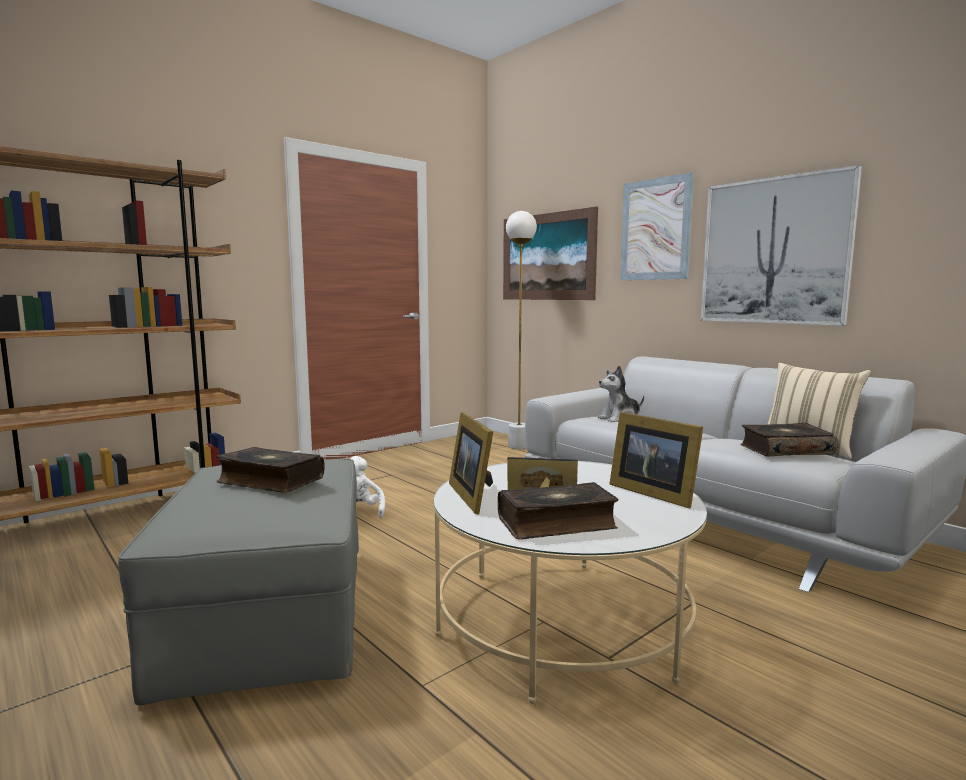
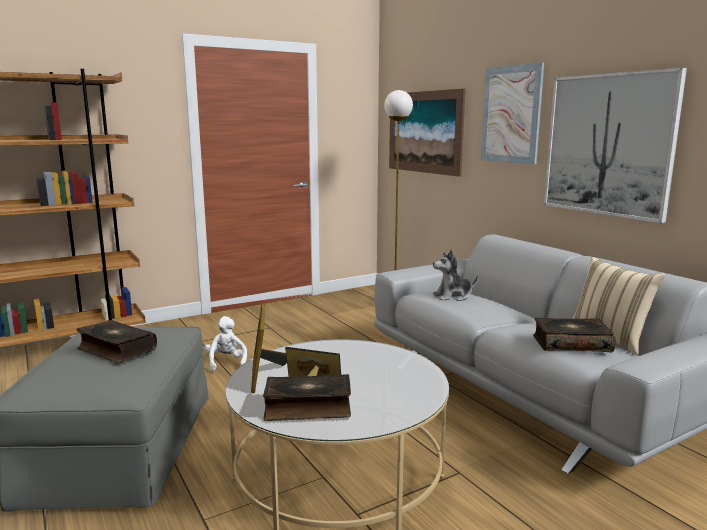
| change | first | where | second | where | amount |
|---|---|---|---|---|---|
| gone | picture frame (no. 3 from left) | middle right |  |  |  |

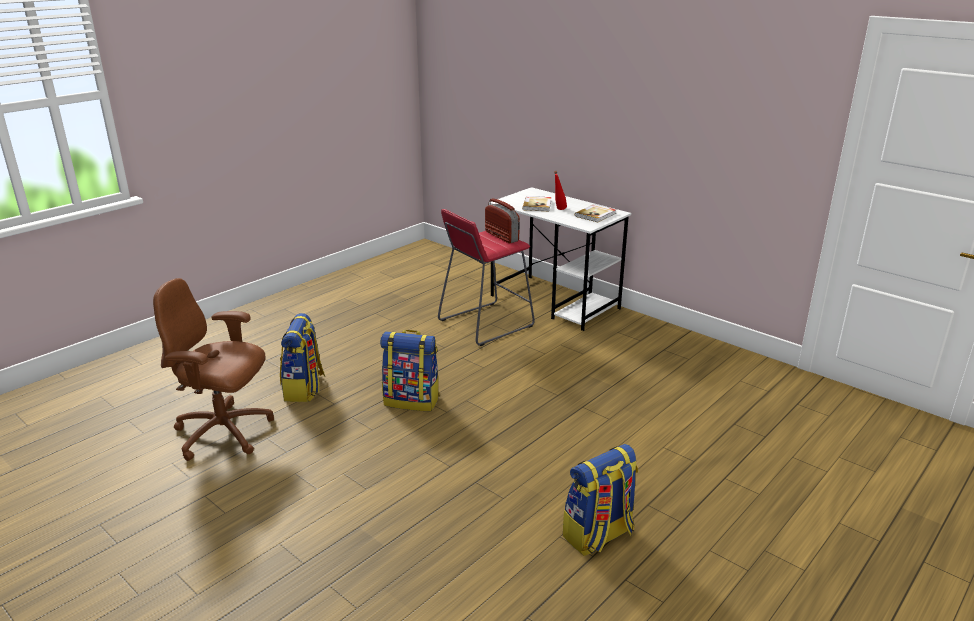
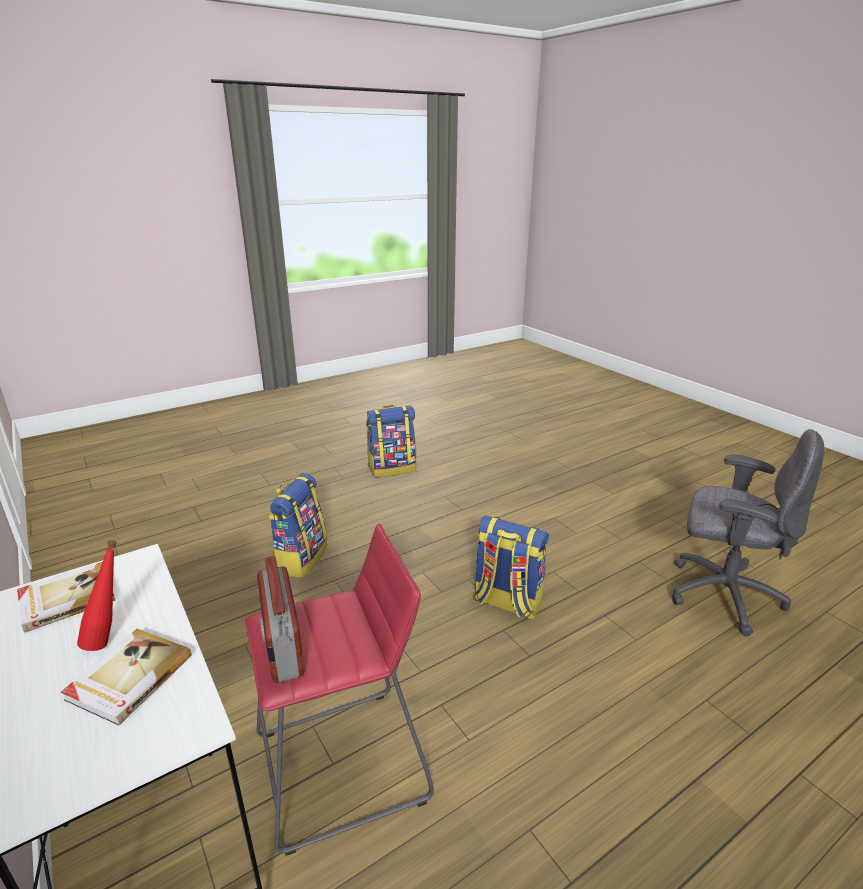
| change | first | where | second | where | amount |
|---|---|---|---|---|---|
| shifted | backpack (no. 1 from left) | middle left |  | centre |  |
| repainted | brown office chair | middle left | grey office chair | middle right |  |

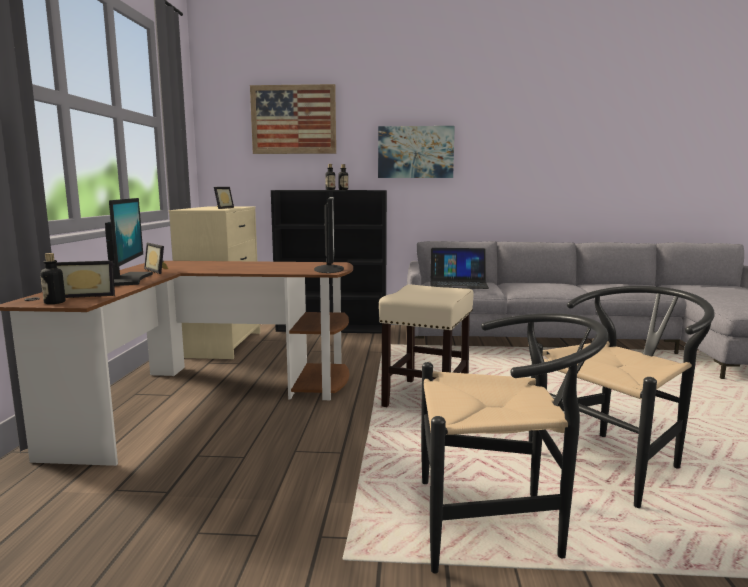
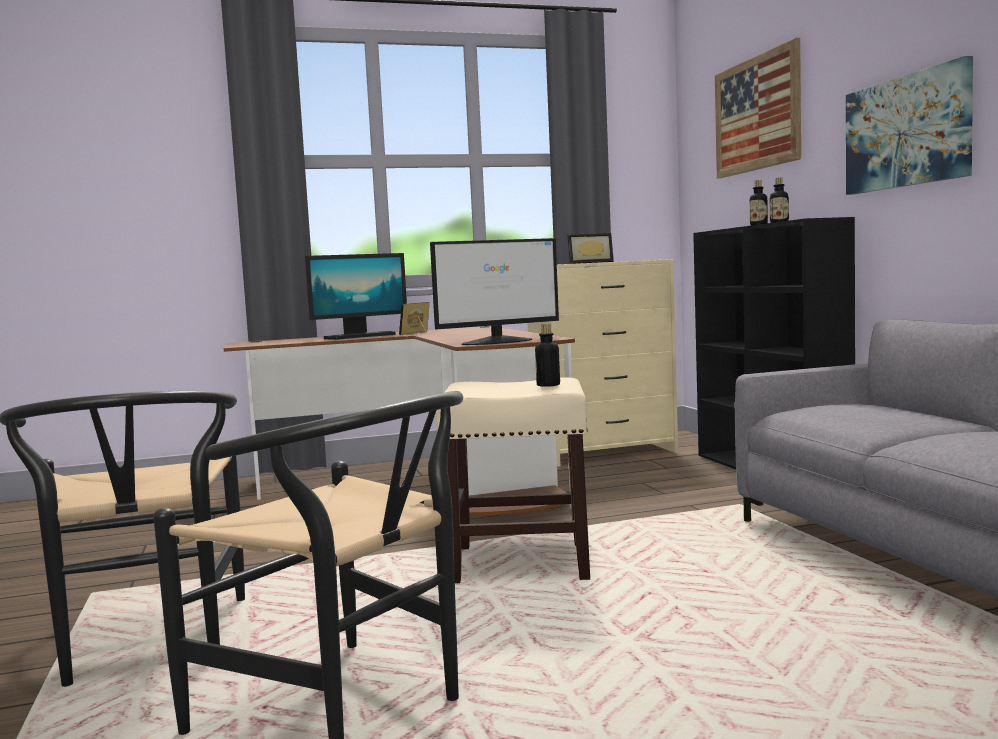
| change | first | where | second | where | amount |
|---|---|---|---|---|---|
| gone | picture frame (no. 1 from left) | middle left |  |  |  |
| gone | laptop | centre |  |  |  |
| shifted | bottle (no. 1 from left) | middle left |  | centre |  |

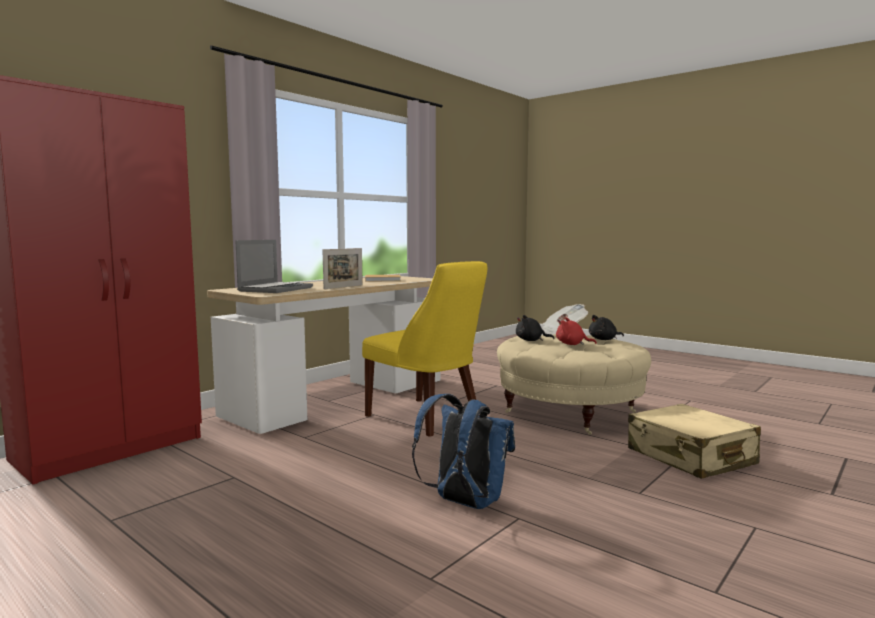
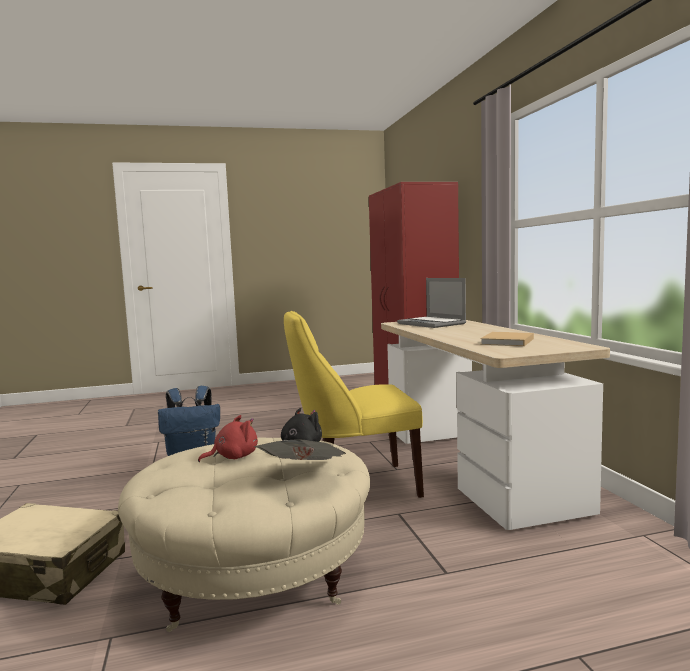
| change | first | where | second | where | amount |
|---|---|---|---|---|---|
| gone | picture frame | centre |  |  |  |
| gone | black plush toy (no. 2 from left) | middle right |  |  |  |

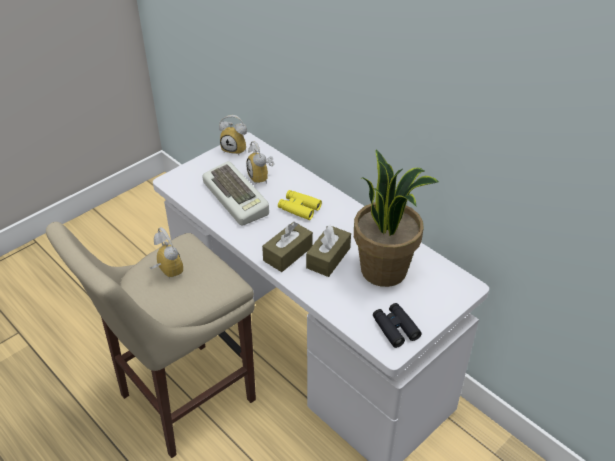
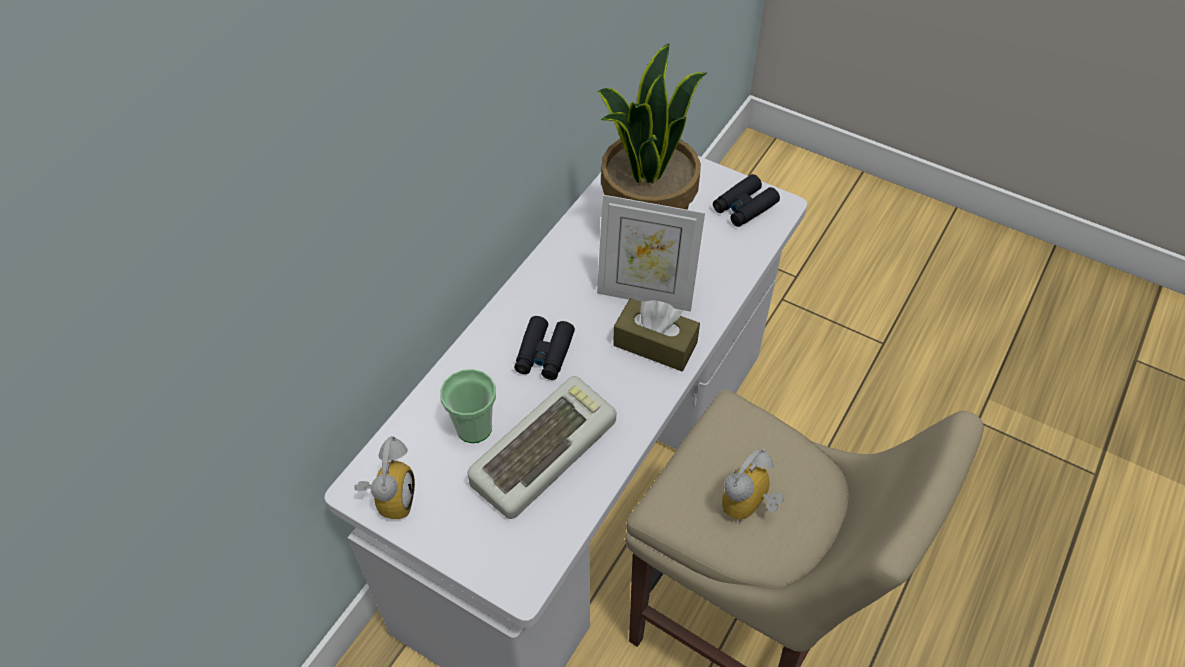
| change | first | where | second | where | amount |
|---|---|---|---|---|---|
| swapped | alarm clock (no. 3 from left) | centre | cup | centre |  |
| swapped | brown tissue box (no. 2 from left) | centre | picture frame | centre |  |
| repainted | yellow binoculars | centre | black binoculars (no. 1 from left) | centre |  |

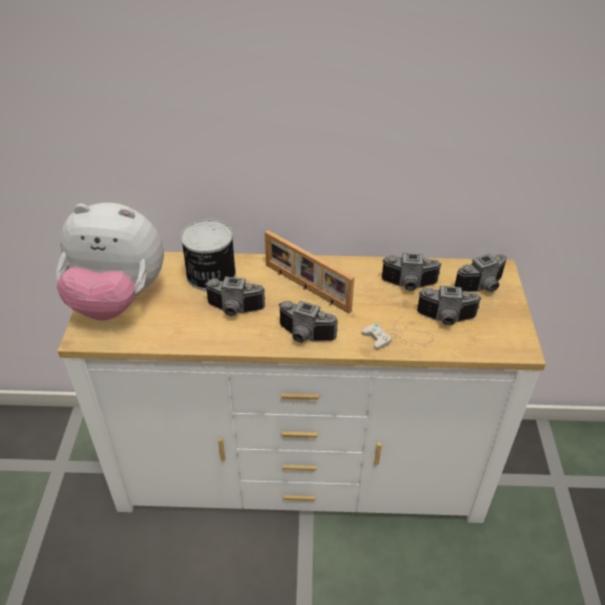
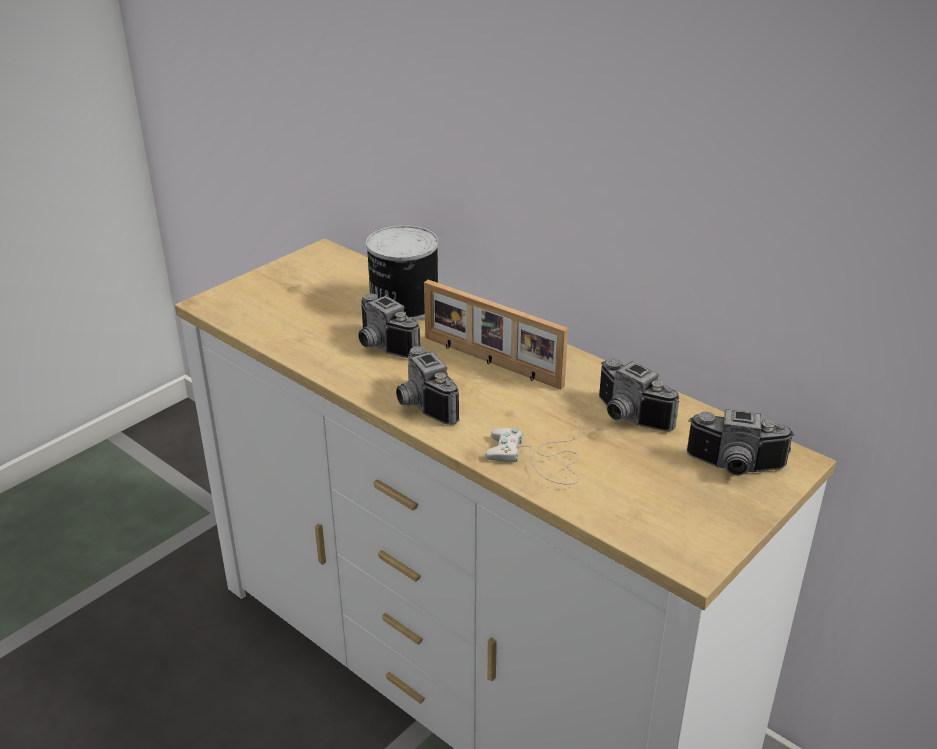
| change | first | where | second | where | amount |
|---|---|---|---|---|---|
| gone | plush toy | middle left |  |  |  |
| gone | photo camera (no. 4 from left) | middle right |  |  |  |
| rotated | picture frame | centre |  | centre | 45 degrees counterclockwise |

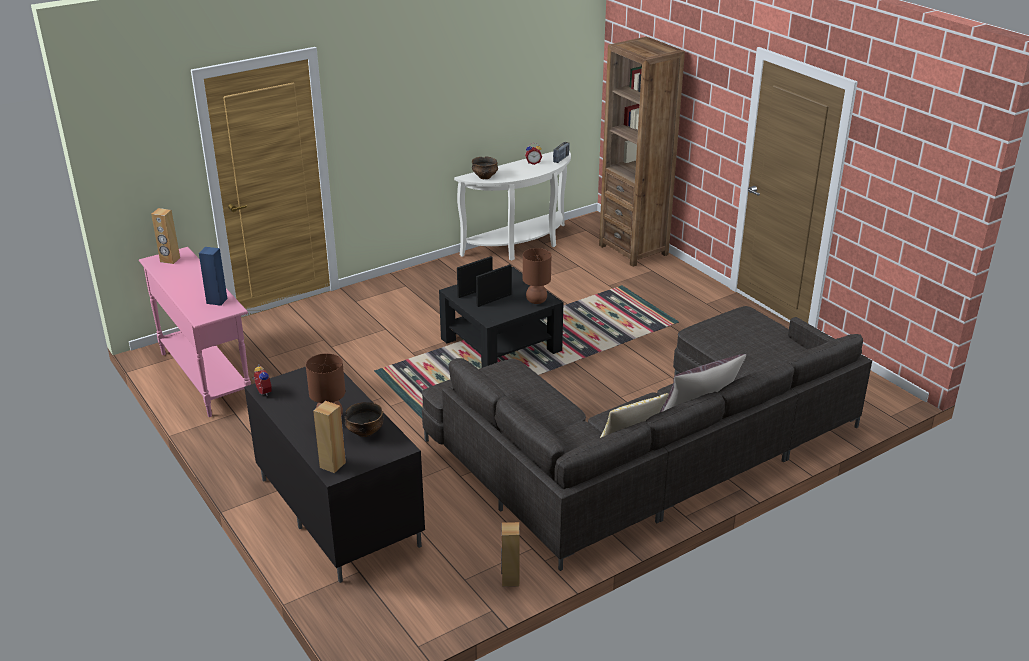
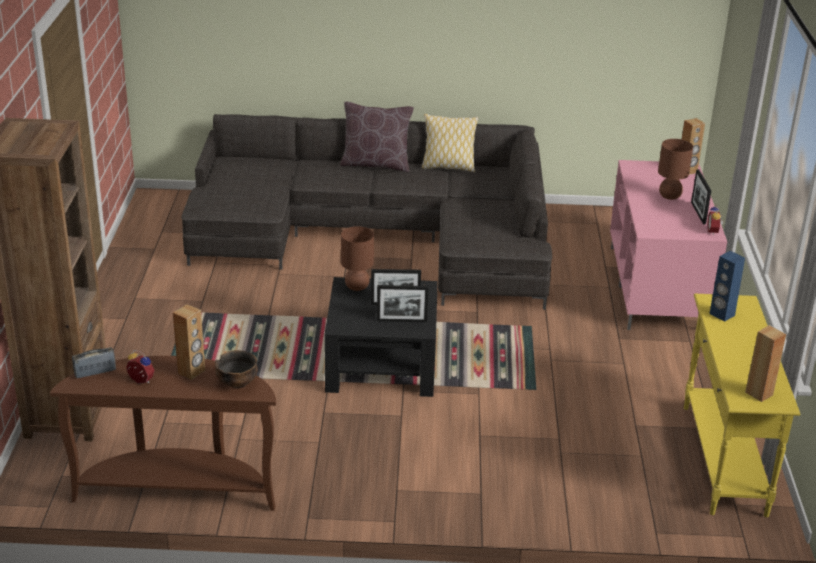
| change | first | where | second | where | amount |
|---|---|---|---|---|---|
| gone | bowl (no. 1 from left) | centre |  |  |  |
| new |  |  | picture frame (no. 3 from left) | middle right |  |
| shifted | brown speaker (no. 3 from left in the first image) | bottom centre | brown speaker (no. 1 from left) | middle left |  |
| repainted | pink console table | middle left | yellow console table | bottom right |  |
| repainted | black tv stand | bottom left | pink tv stand | middle right |  |
| repainted | white console table | top centre | brown console table | bottom left |  |

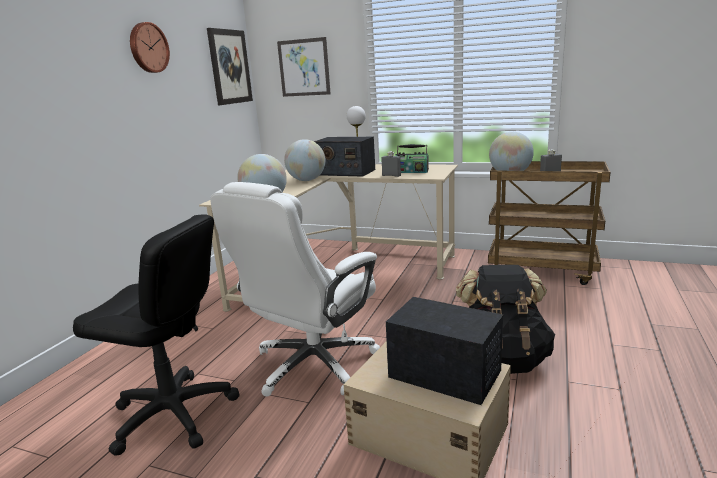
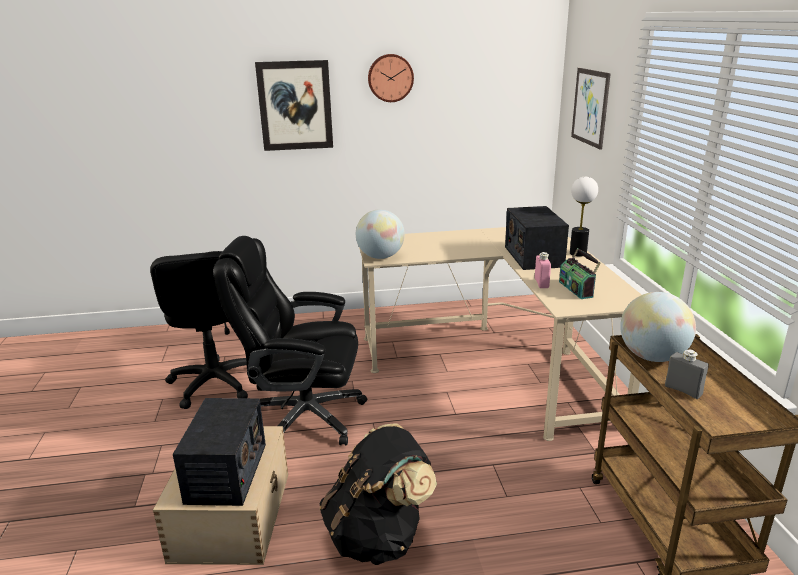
| change | first | where | second | where | amount |
|---|---|---|---|---|---|
| gone | globe (no. 2 from left) | centre |  |  |  |
| shifted | picture (no. 1 from left) | top left |  | top centre |  |
| repainted | white office chair | centre | black office chair (no. 2 from left) | centre |  |
| repainted | grey bottle (no. 1 from left) | centre | pink bottle | middle right |  |

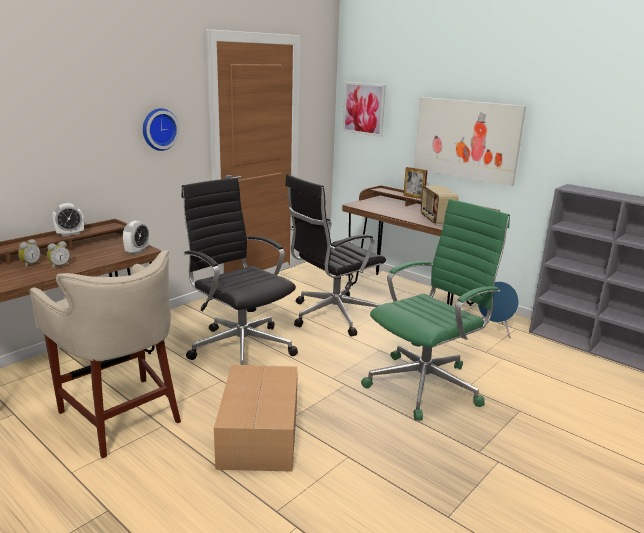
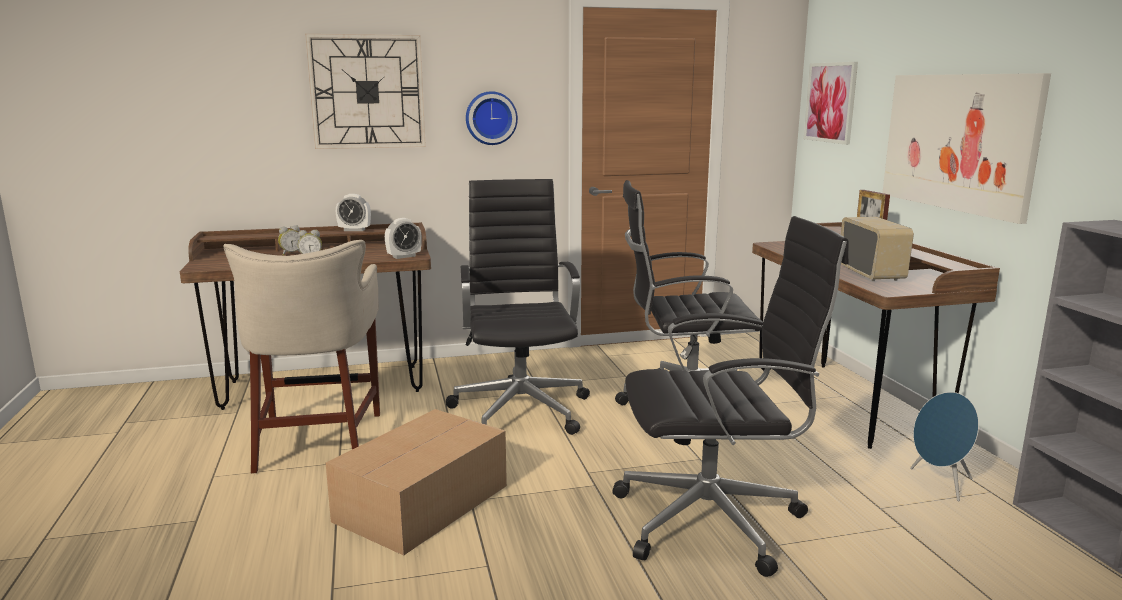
| change | first | where | second | where | amount |
|---|---|---|---|---|---|
| new |  |  | wall clock (no. 1 from left) | top left |  |
| repainted | green office chair | middle right | black office chair (no. 3 from left) | centre |  |
| rotated | radio | middle right |  | middle right | 150 degrees clockwise |

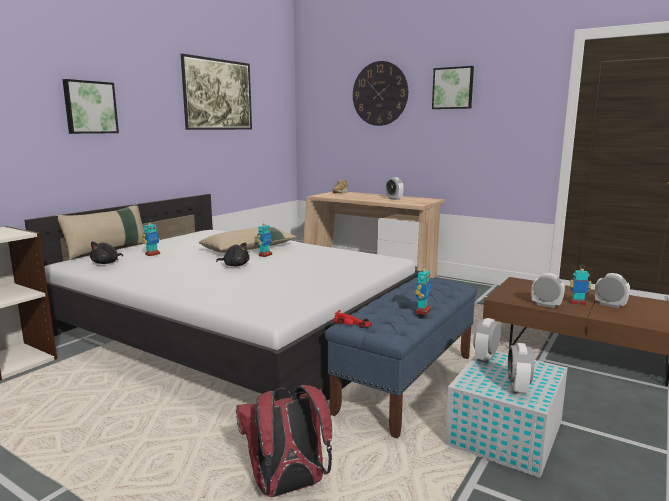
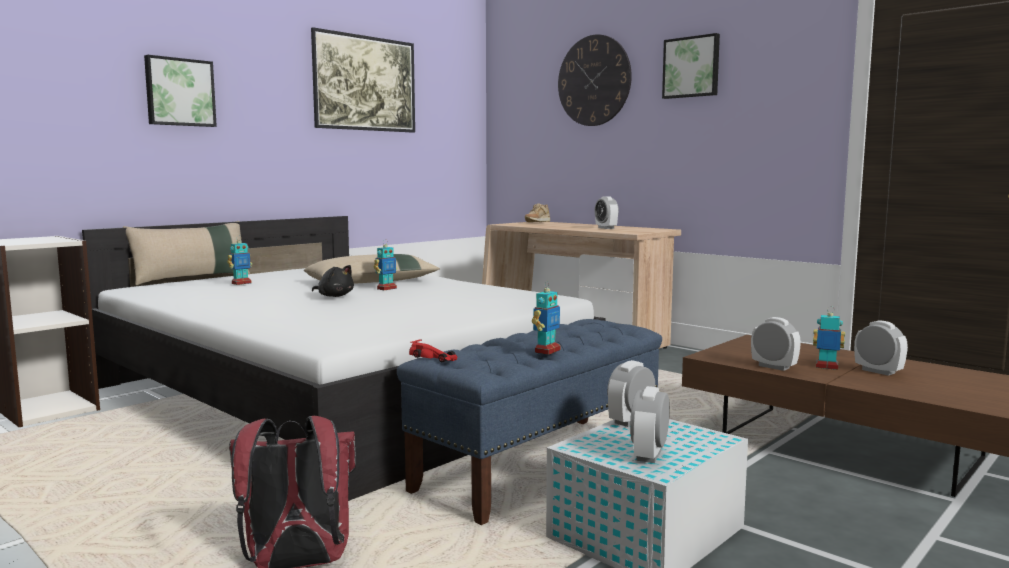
| change | first | where | second | where | amount |
|---|---|---|---|---|---|
| gone | black plush toy (no. 1 from left) | middle left |  |  |  |

